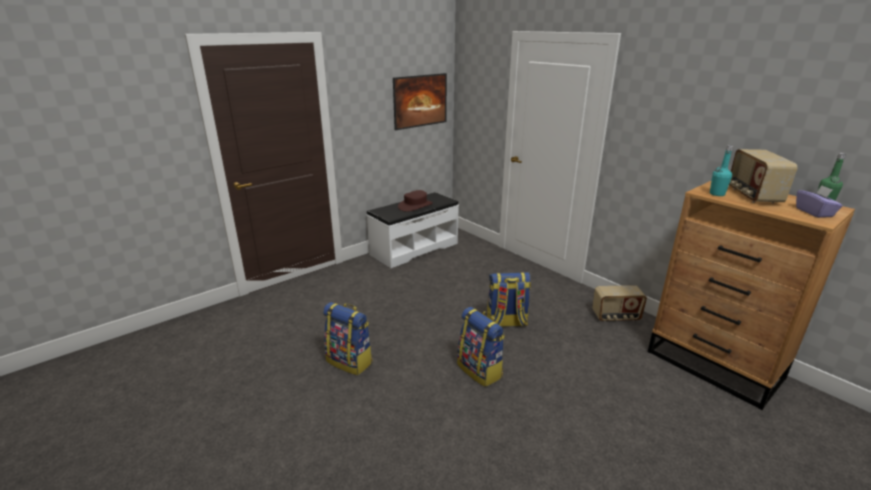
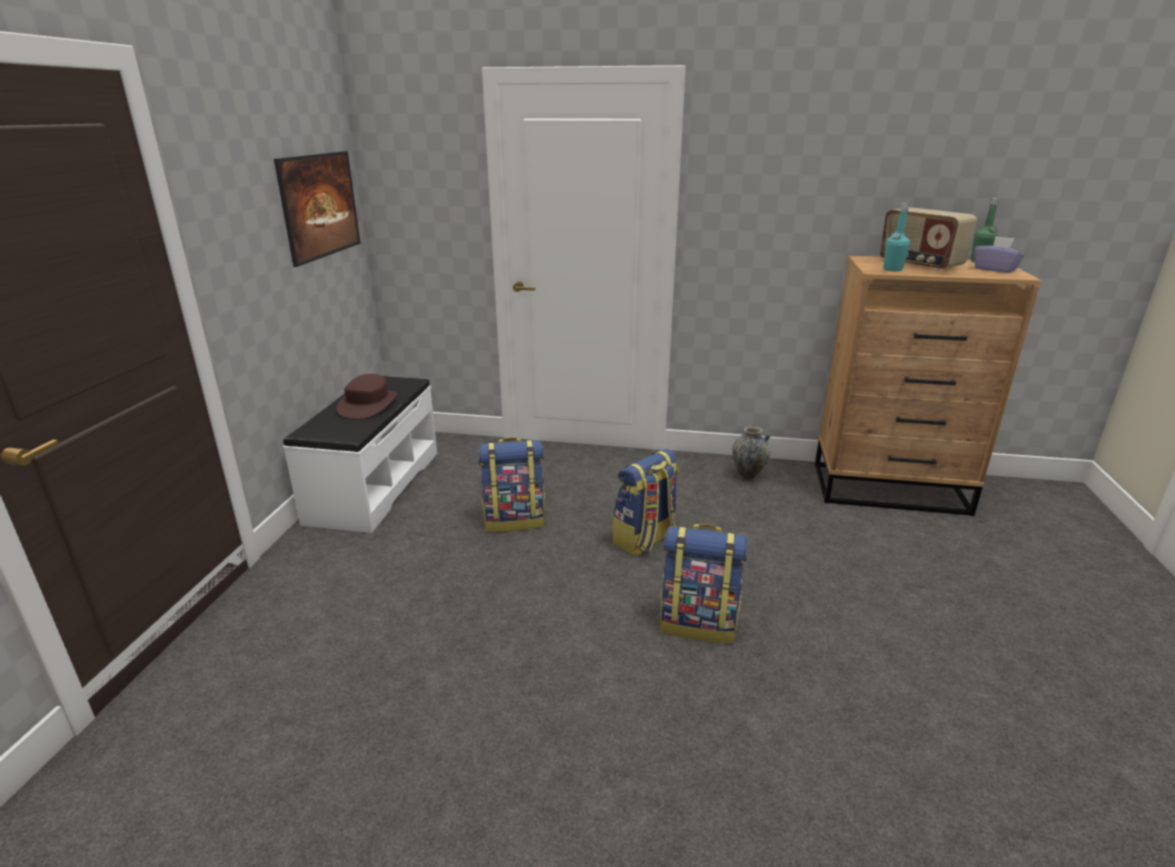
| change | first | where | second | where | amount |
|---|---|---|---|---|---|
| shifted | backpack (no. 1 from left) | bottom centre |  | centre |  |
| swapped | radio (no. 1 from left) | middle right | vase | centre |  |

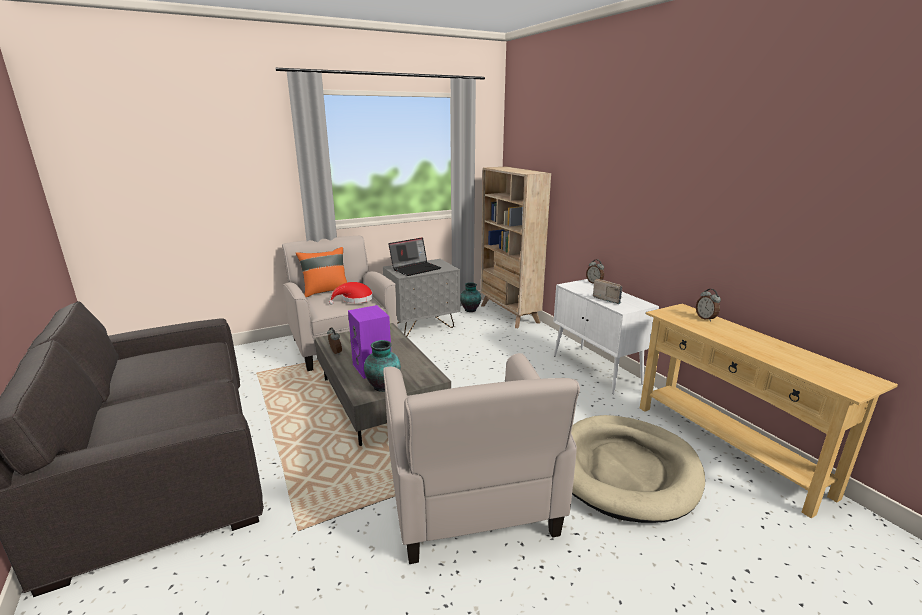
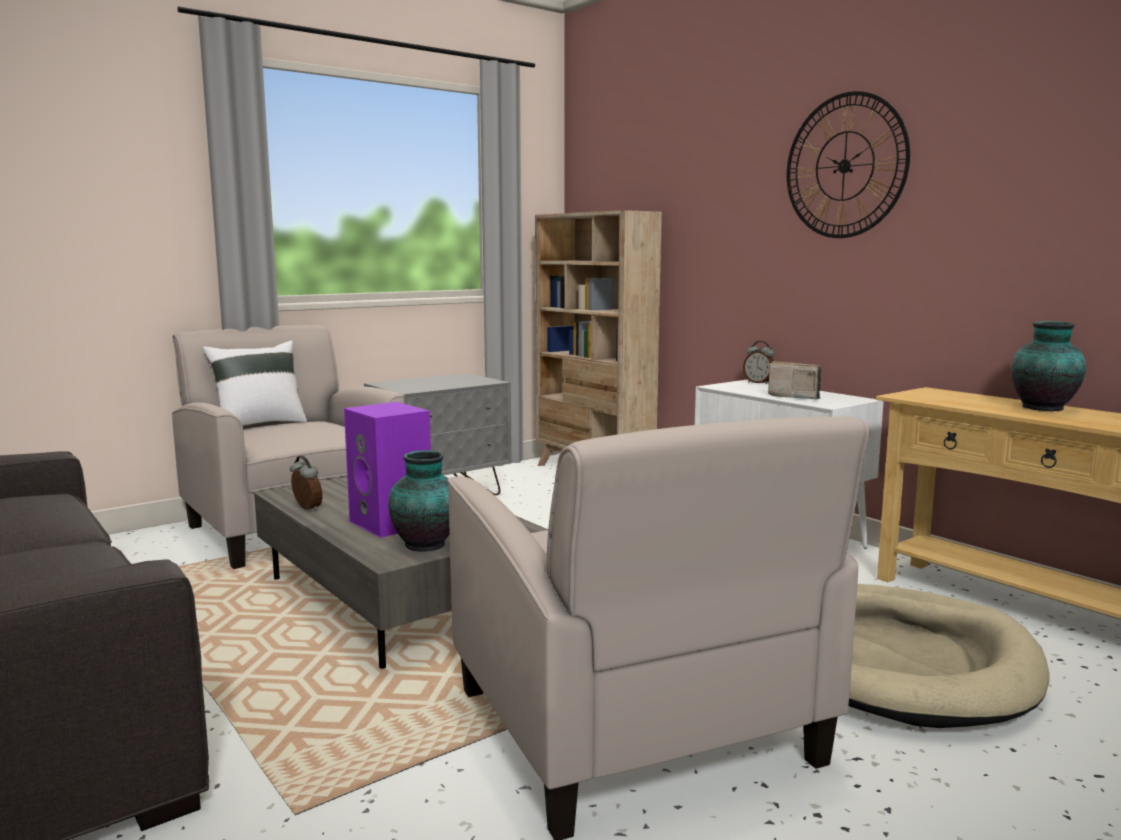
| change | first | where | second | where | amount |
|---|---|---|---|---|---|
| gone | red hat | centre |  |  |  |
| gone | laptop | centre |  |  |  |
| gone | alarm clock (no. 3 from left) | middle right |  |  |  |
| new |  |  | wall clock | top right |  |
| shifted | vase (no. 2 from left) | centre |  | middle right |  |
| repainted | orange pillow | centre | white pillow | middle left |  |

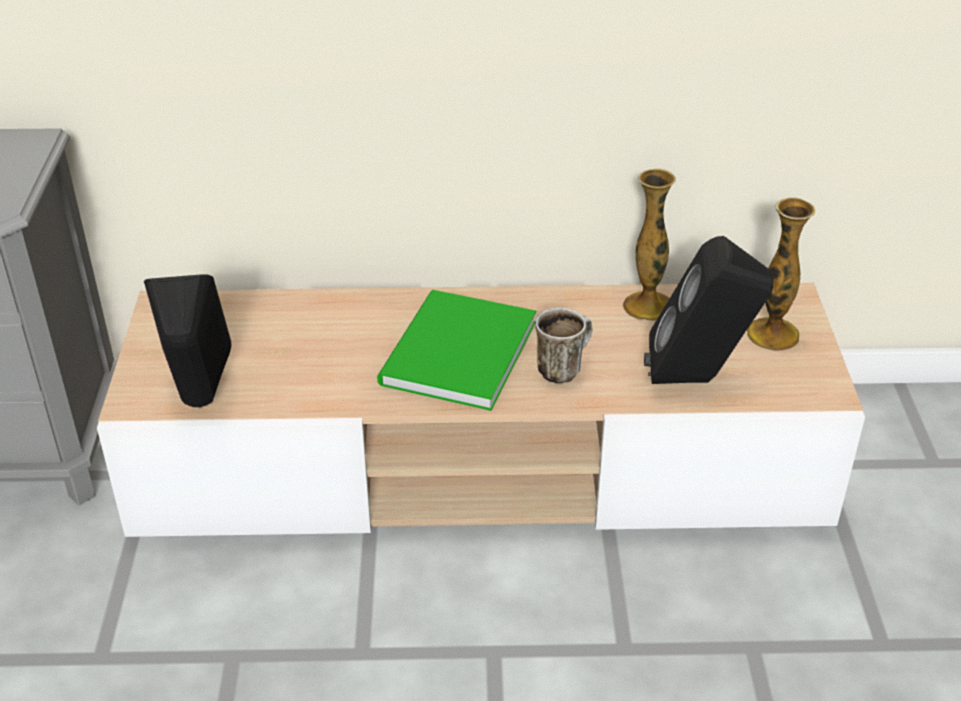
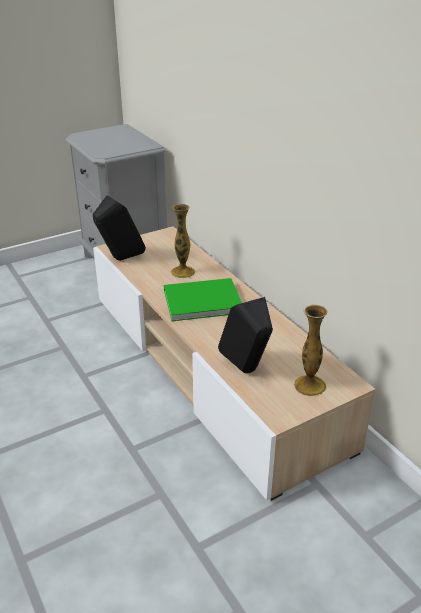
| change | first | where | second | where | amount |
|---|---|---|---|---|---|
| gone | mug | centre |  |  |  |
| shifted | vase (no. 1 from left) | middle right |  | centre |  |

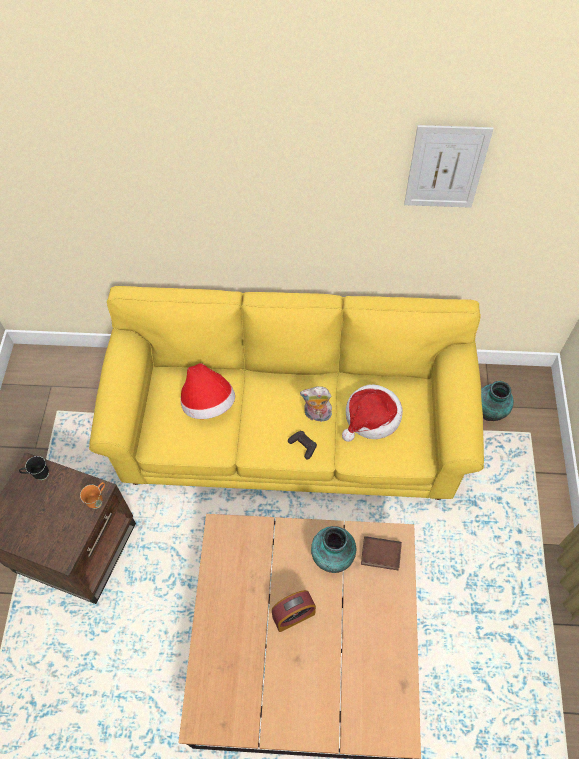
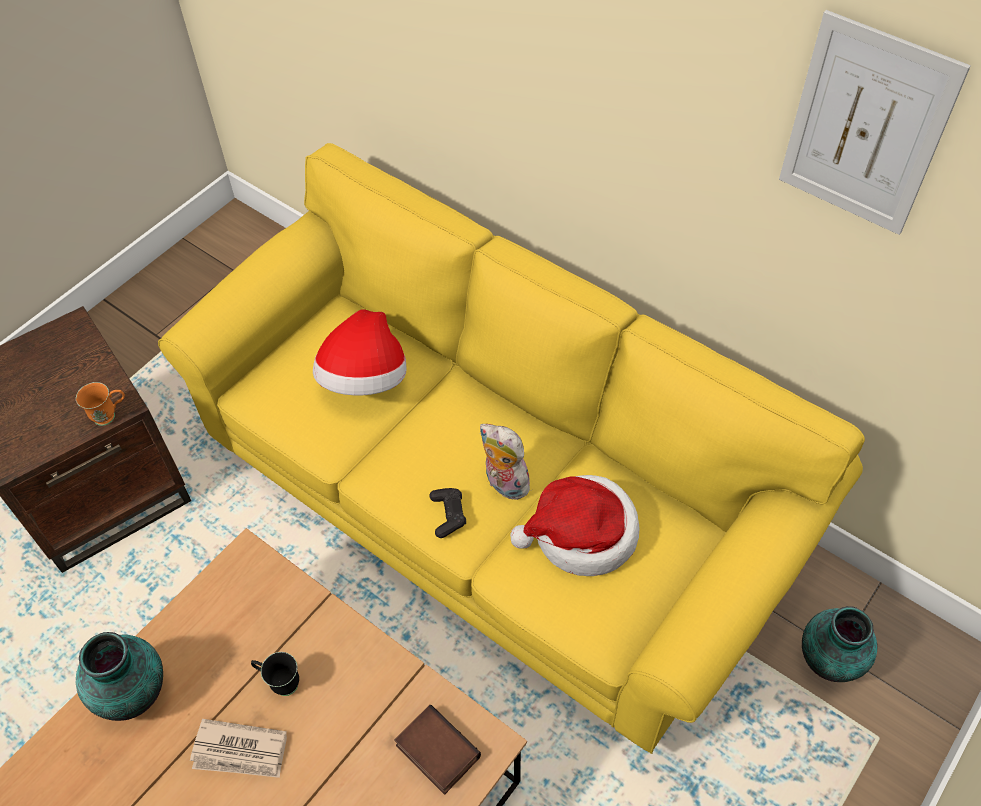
| change | first | where | second | where | amount |
|---|---|---|---|---|---|
| shifted | black mug | middle left |  | bottom left |  |
| shifted | vase (no. 1 from left) | bottom centre |  | bottom left |  |
| swapped | alarm clock | bottom centre | newspaper | bottom left |  |

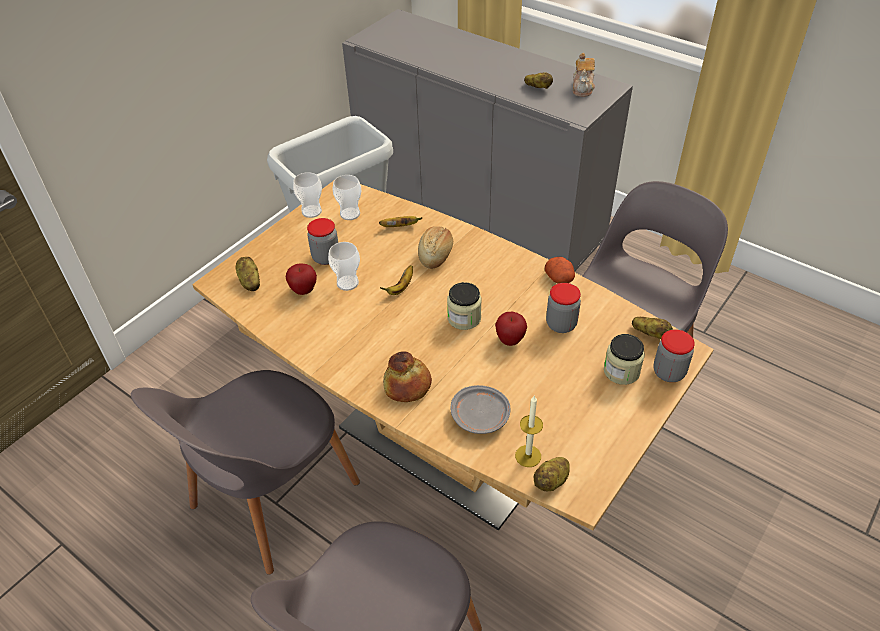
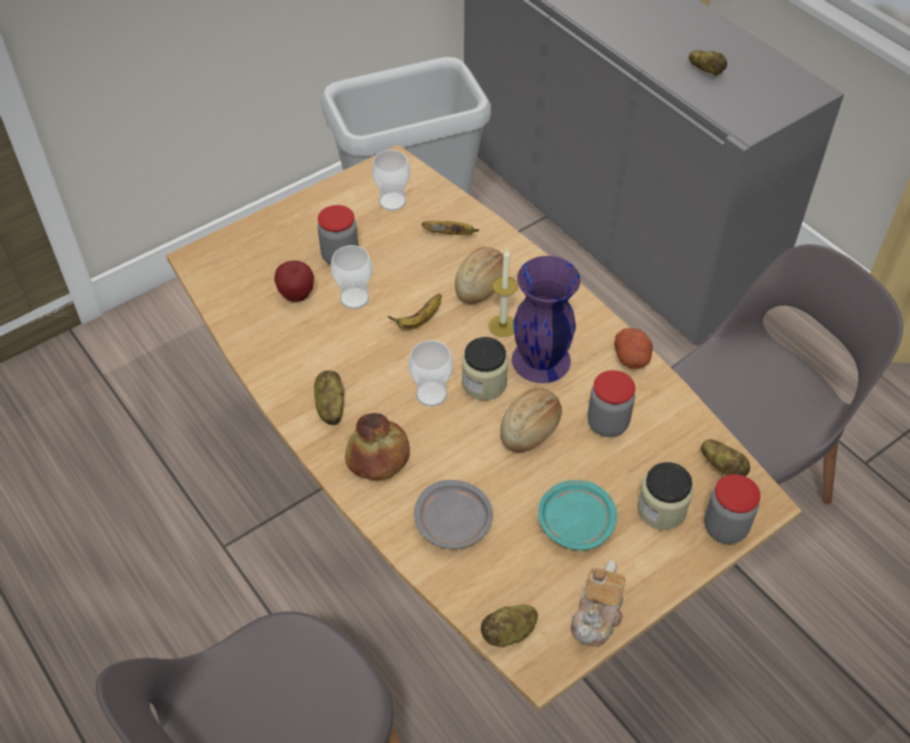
| change | first | where | second | where | amount |
|---|---|---|---|---|---|
| gone | grey chair (no. 1 from left) | bottom left |  |  |  |
| new |  |  | purple vase | centre |  |
| new |  |  | turquoise plate | bottom centre |  |
| shifted | potato (no. 1 from left) | middle left |  | centre |  |
| shifted | cup (no. 1 from left in the first image) | top centre | cup (no. 3 from left) | centre |  |
| shifted | candle | bottom centre |  | centre |  |
| shifted | teapot | top centre |  | bottom centre |  |
| swapped | apple (no. 2 from left) | centre | bread (no. 3 from left) | centre |  |

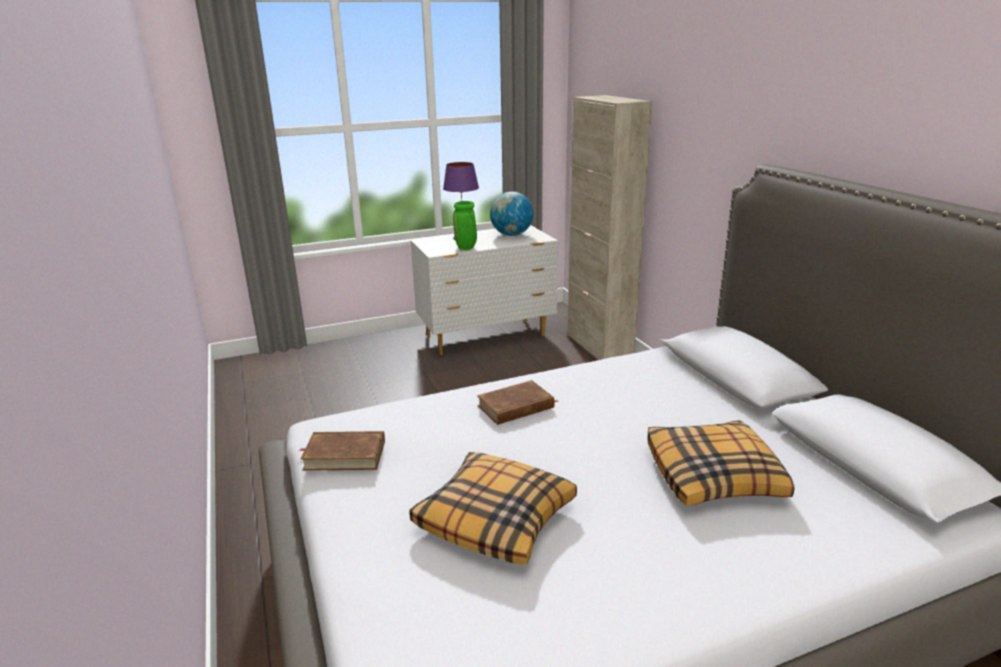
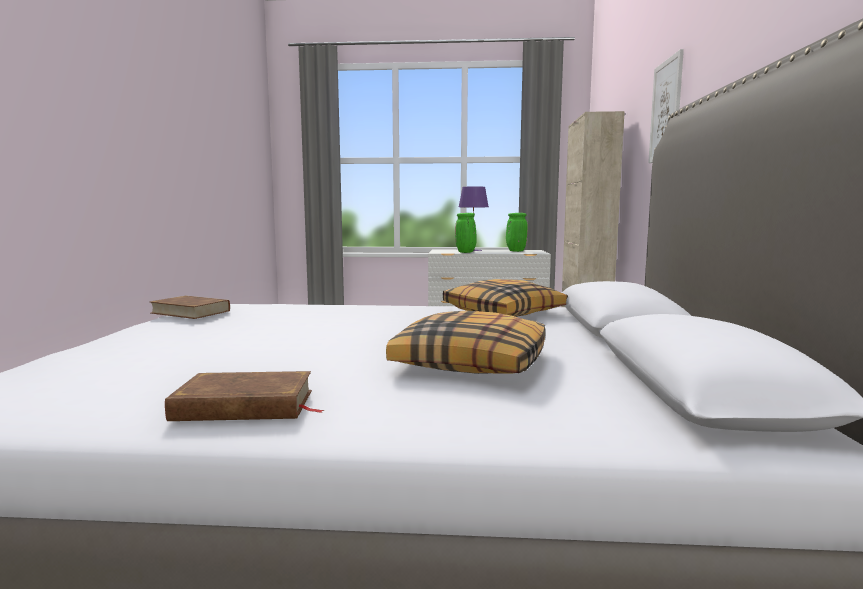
| change | first | where | second | where | amount |
|---|---|---|---|---|---|
| new |  |  | picture | top right |  |
| shifted | pillow (no. 1 from left in the first image) | bottom centre | pillow (no. 2 from left) | centre |  |
| shifted | brown book (no. 2 from left) | centre |  | bottom left |  |
| swapped | globe | top centre | green vase (no. 2 from left) | centre |  |

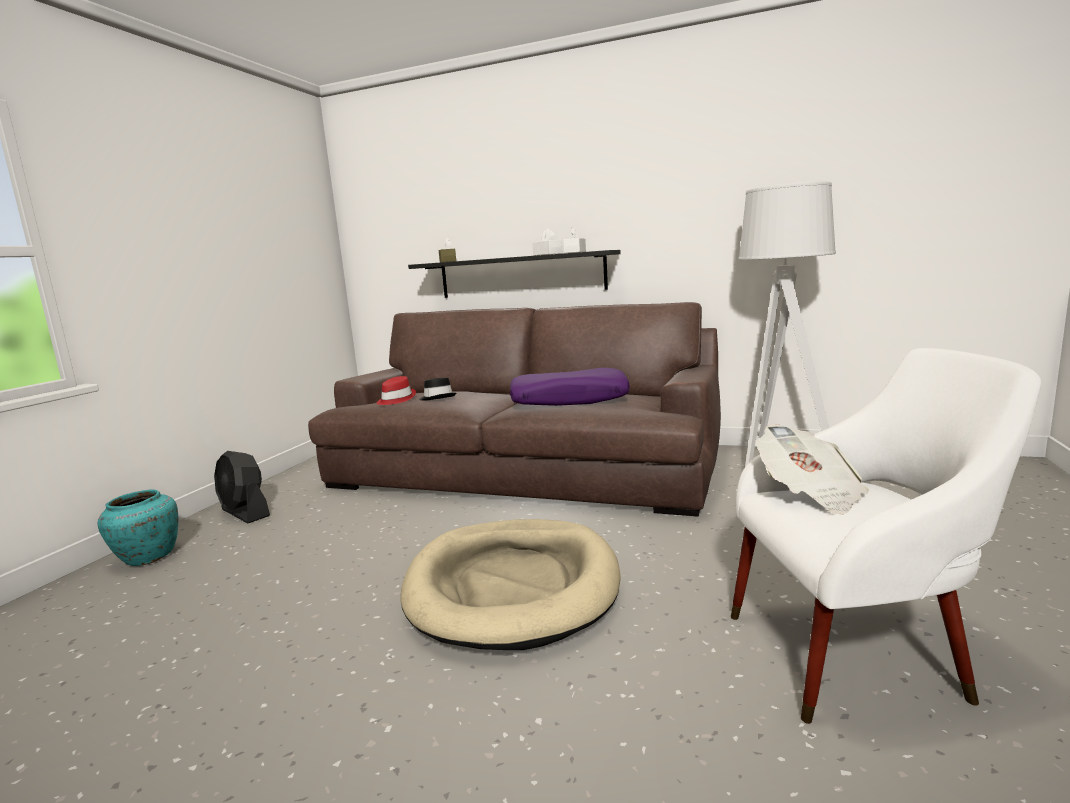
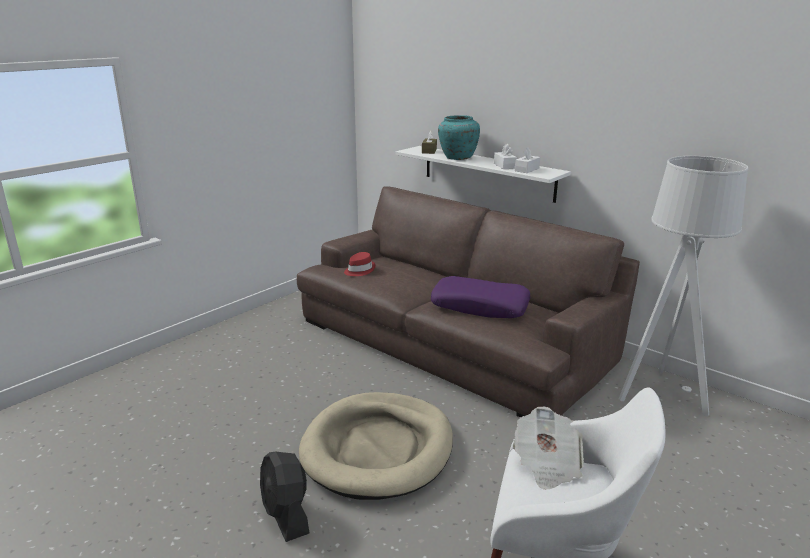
| change | first | where | second | where | amount |
|---|---|---|---|---|---|
| gone | black hat | centre |  |  |  |
| shifted | turquoise vase | middle left |  | top centre |  |
| shifted | black fan | middle left |  | bottom centre |  |
| repainted | black shelf | centre | white shelf | top centre |  |

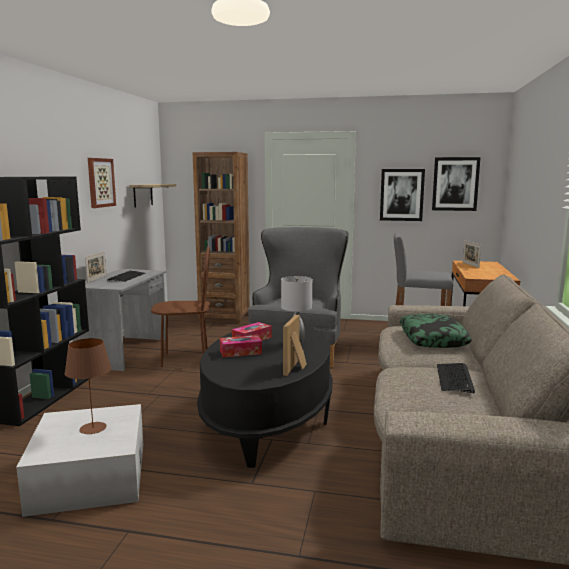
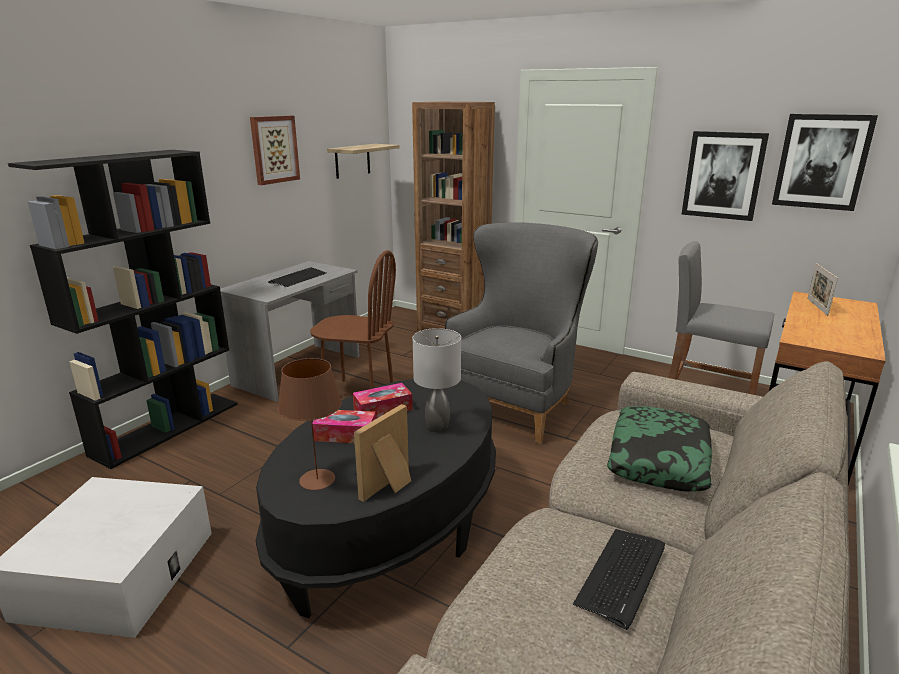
| change | first | where | second | where | amount |
|---|---|---|---|---|---|
| gone | picture frame (no. 1 from left) | middle left |  |  |  |
| shifted | brown table lamp | bottom left |  | centre |  |

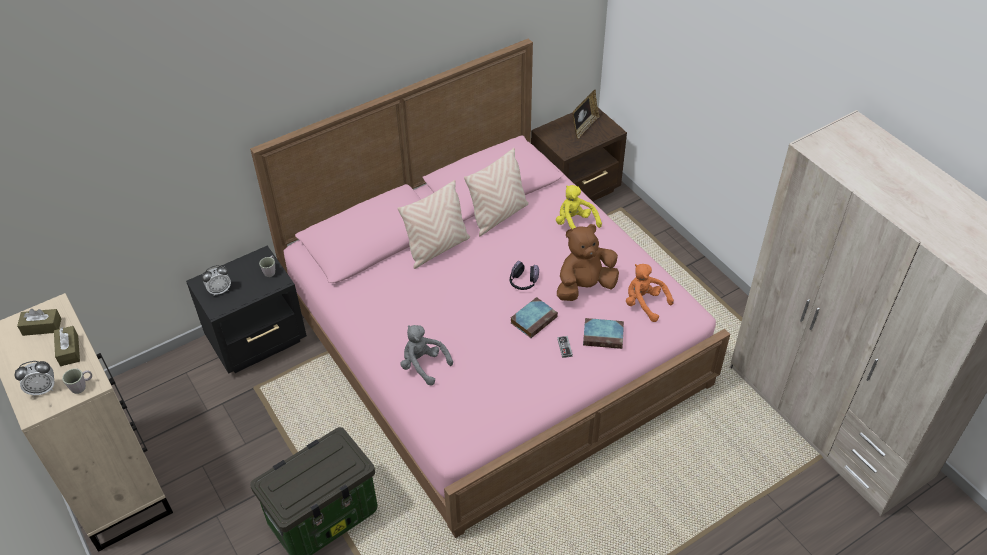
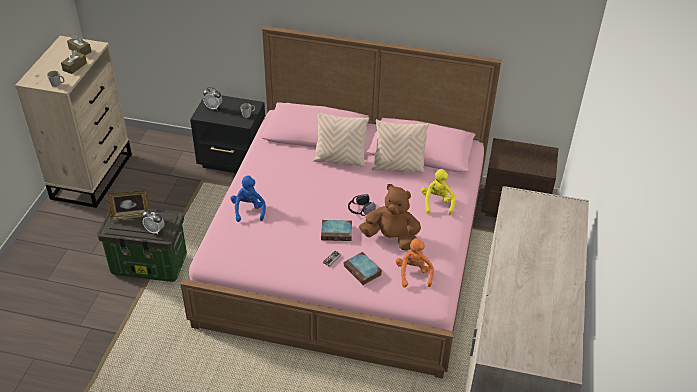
| change | first | where | second | where | amount |
|---|---|---|---|---|---|
| shifted | alarm clock (no. 1 from left) | bottom left |  | middle left |  |
| shifted | picture frame | top centre |  | middle left |  |
| repainted | grey plush toy | centre | blue plush toy | centre |  |

